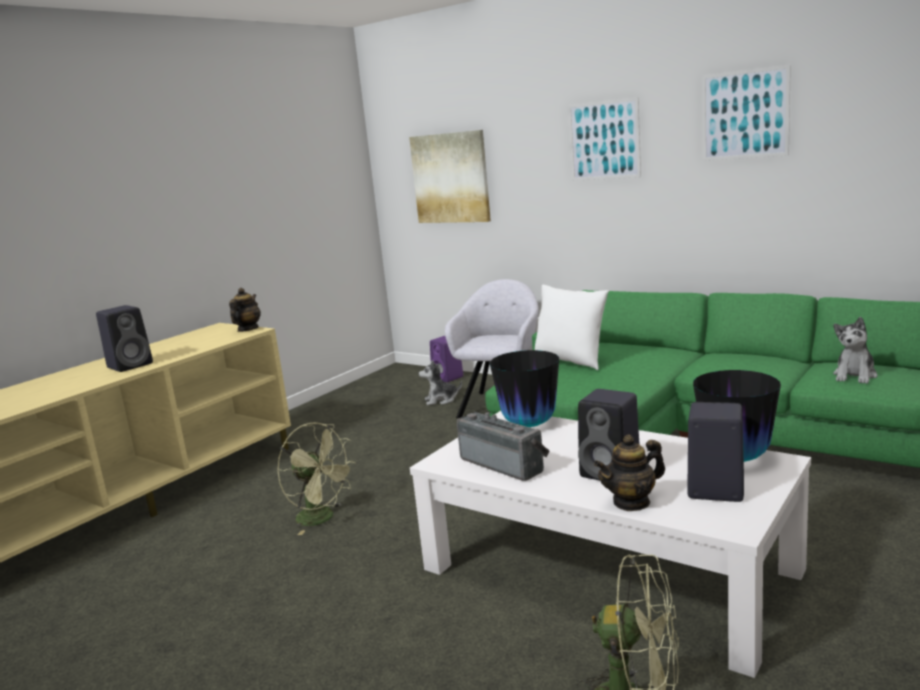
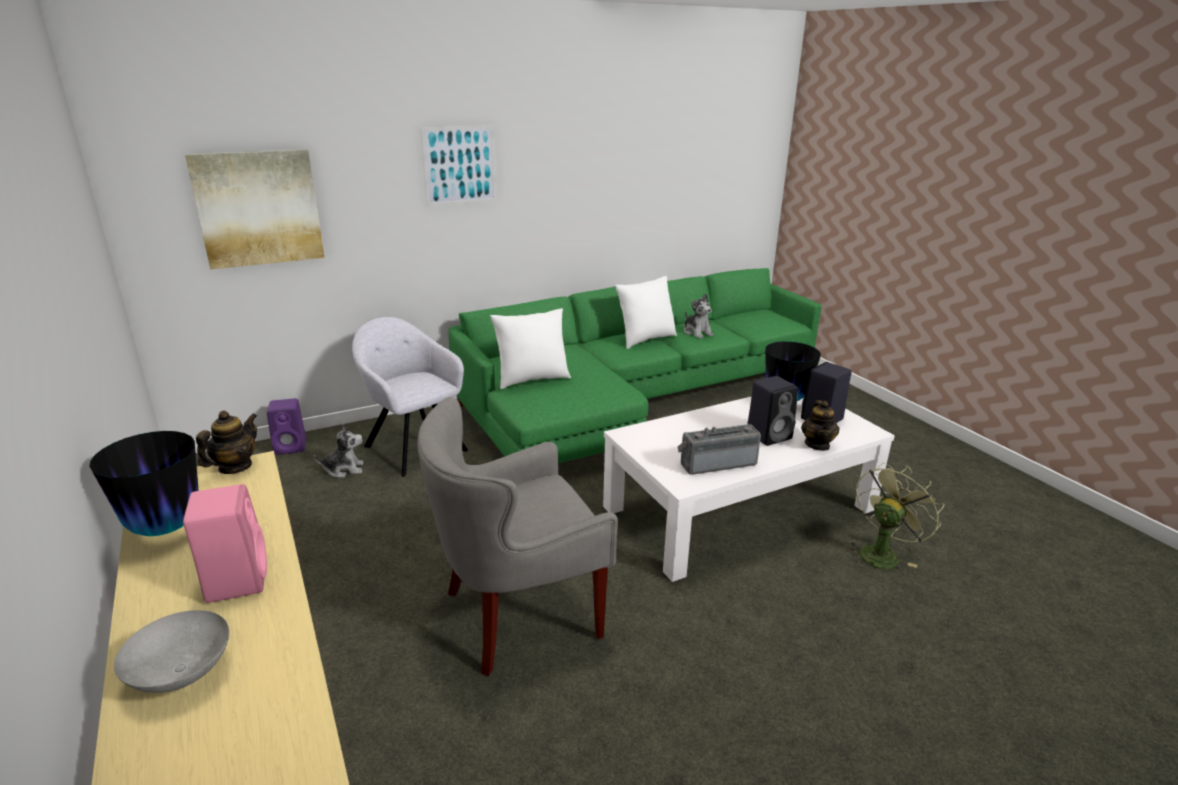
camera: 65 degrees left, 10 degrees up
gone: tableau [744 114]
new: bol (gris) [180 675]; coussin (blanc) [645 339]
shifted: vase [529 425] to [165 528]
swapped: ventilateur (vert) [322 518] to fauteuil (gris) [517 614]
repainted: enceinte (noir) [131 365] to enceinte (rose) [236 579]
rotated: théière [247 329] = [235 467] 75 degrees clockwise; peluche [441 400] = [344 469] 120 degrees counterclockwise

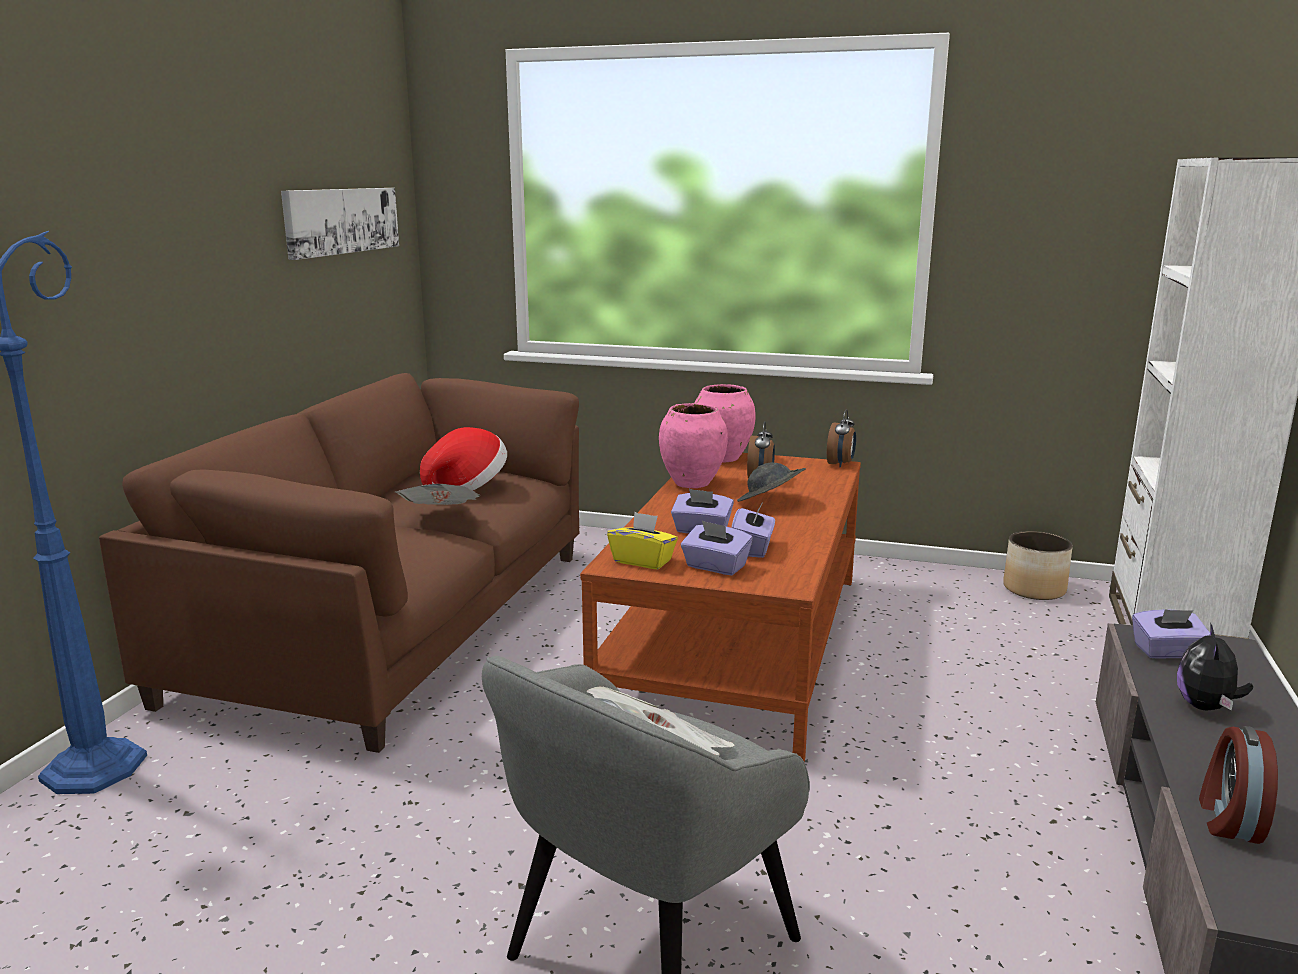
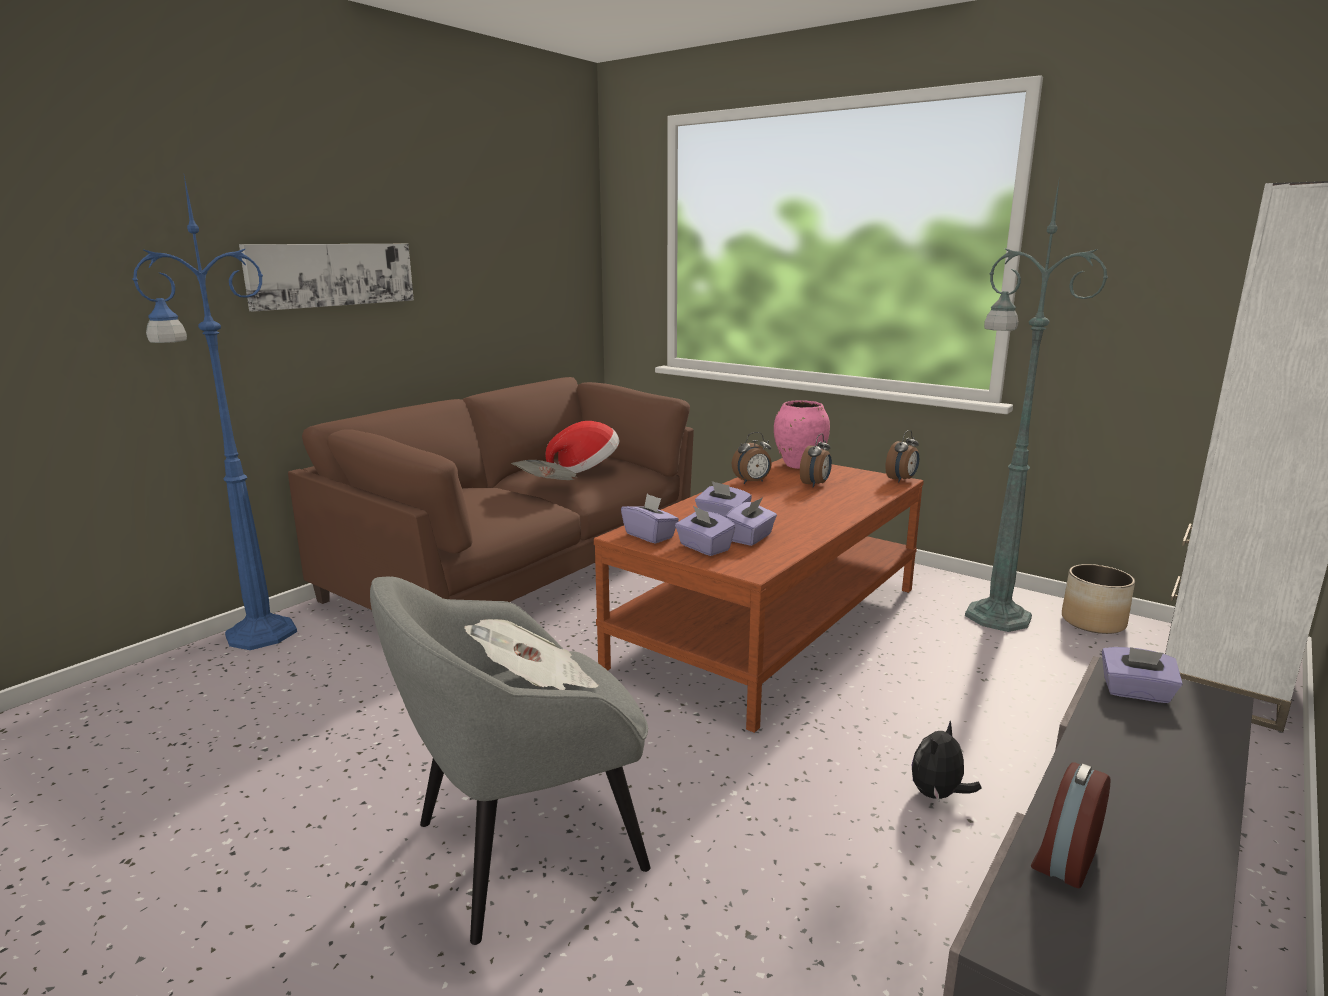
camera: 20 degrees right, 0 degrees up
gone: chapeau (gris) [770 502]
new: lampadaire (vert) [994 615]
shifted: tableau [341 221] to [332 274]; peluche [1206 707] to [938 795]
swapped: vase (rose) [692 483] to réveil [752 482]
repainted: boîte à mouchoirs (jaune) [643 561] to boîte à mouchoirs (violet) [650 535]

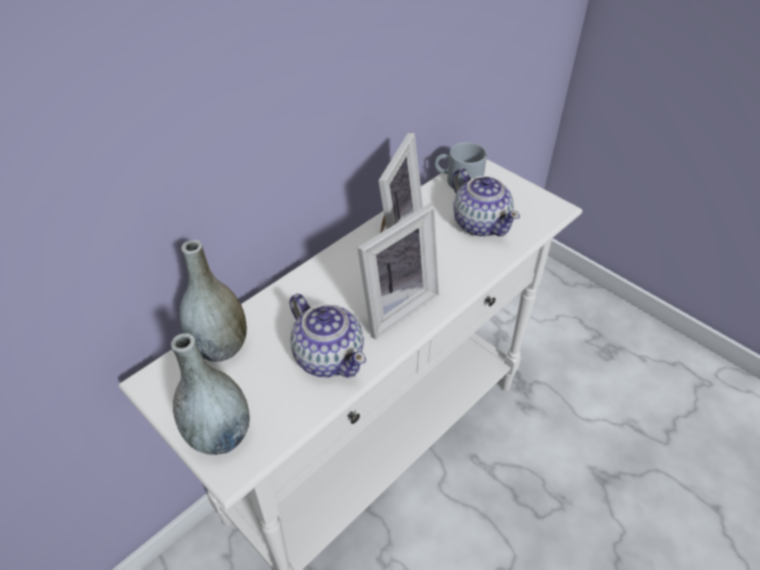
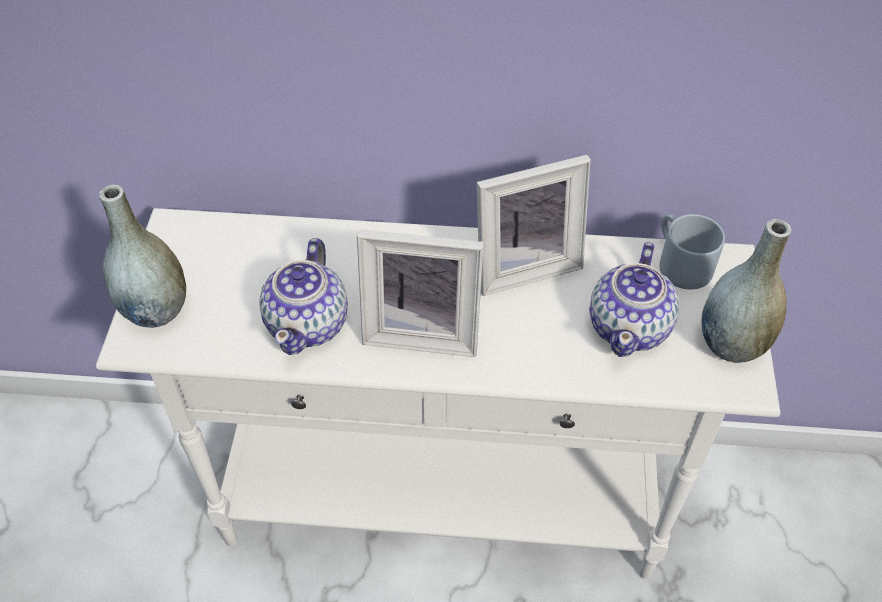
camera: 50 degrees right, 5 degrees up
shifted: vase (gris) [221 347] to [731 344]

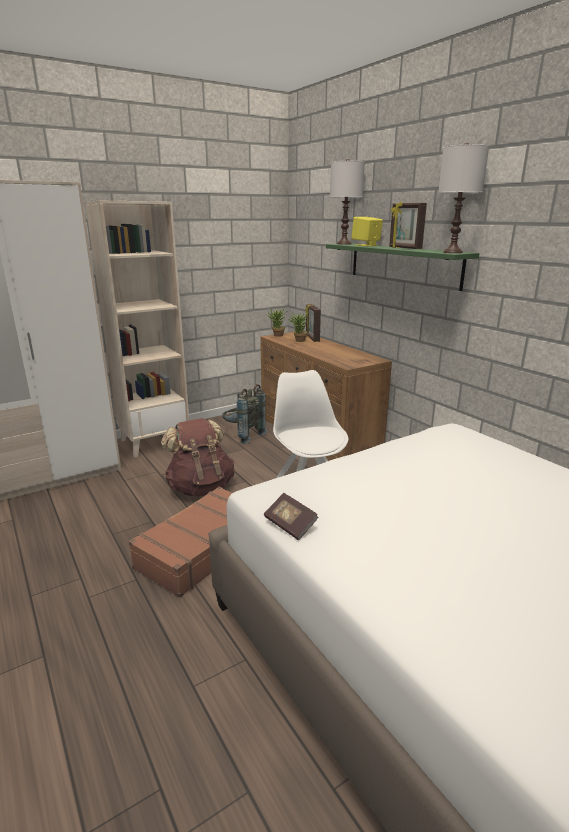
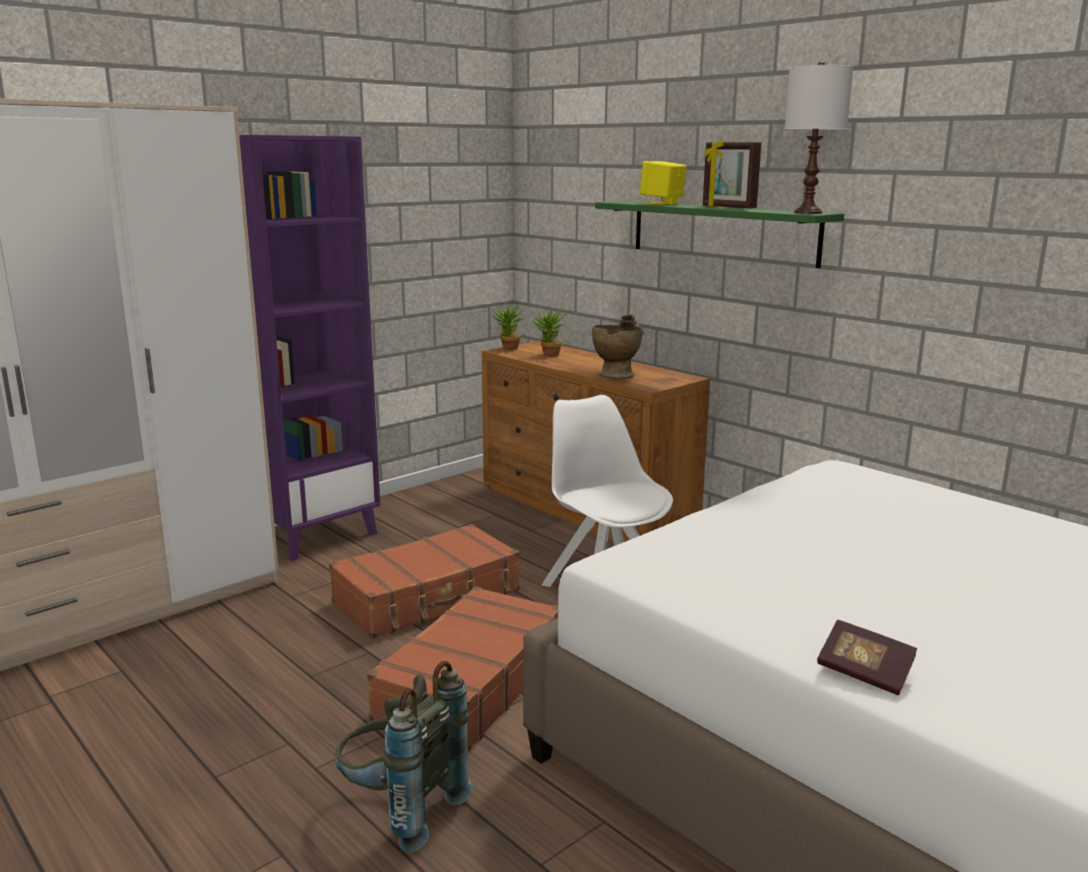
camera: 10 degrees left, 5 degrees down
gone: cadre photo [312 338]; lampe de table (blanc) [344 244]
new: vase (beige) [618 375]
shifted: sac à dos (gris) [242 435] to [400 810]; livre [290 525] to [864 673]
swapped: sac à dos (marron) [201 488] to valise (marron) [428 597]
repainted: bibliothèque (beige) [155 441] to bibliothèque (violet) [316 534]

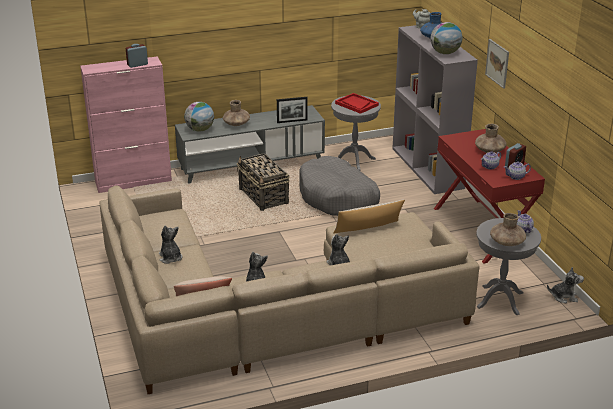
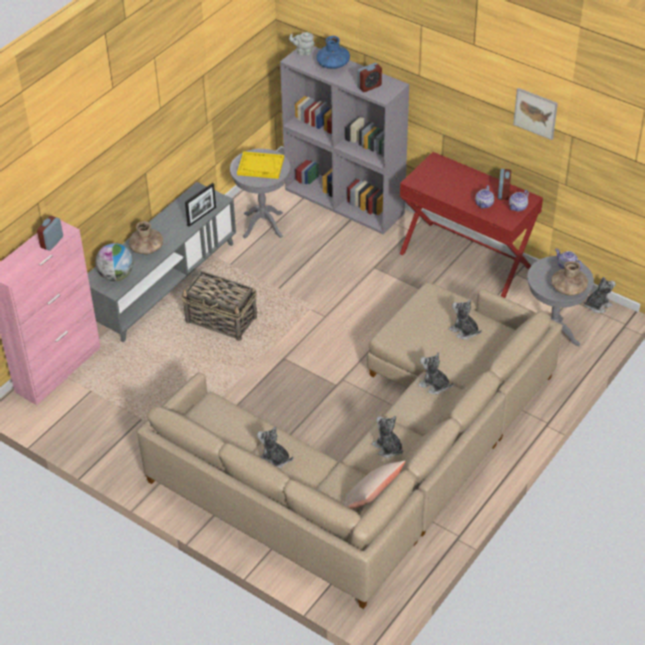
camera: 35 degrees left, 15 degrees up
gone: panier pour chien (gris) [337 197]; coussin (beige) [368 229]; vase (marron) [489 151]
new: peluche [464 331]
shifted: tableau [497 63] to [535 113]
swapped: globe [445 53] to réveil [369 86]
repainted: plateau (rouge) [356 104] to plateau (jaune) [260 166]

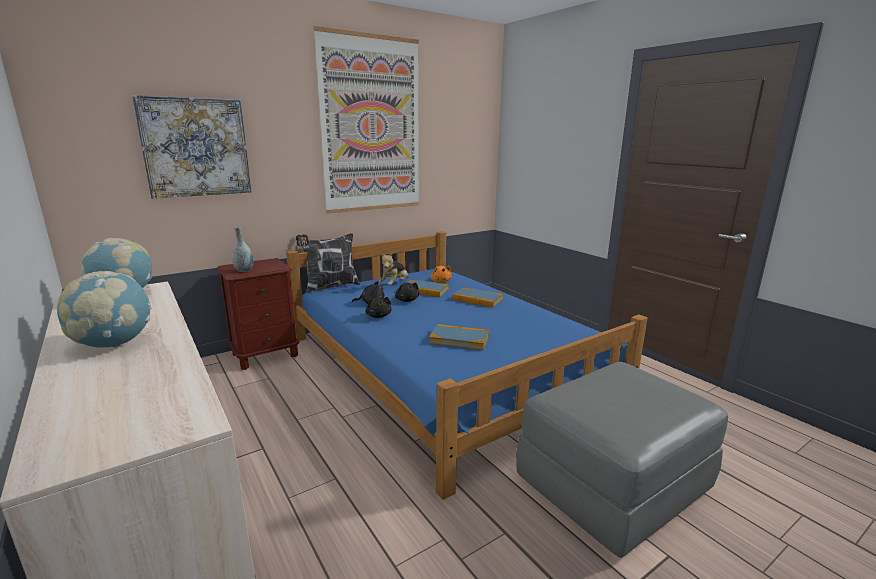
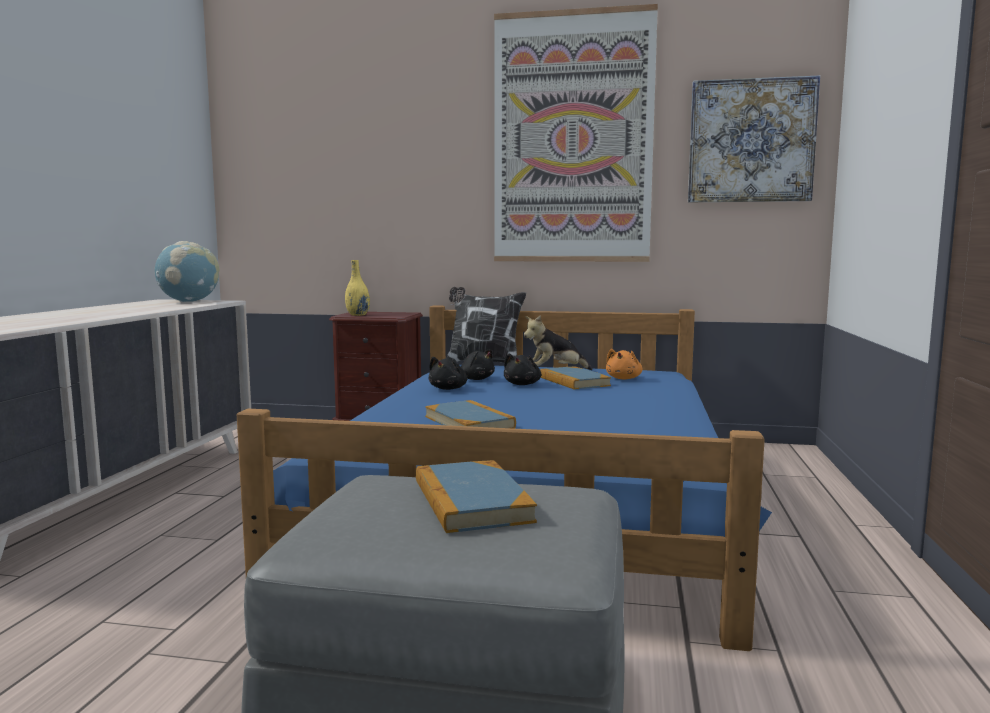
camera: 45 degrees right, 10 degrees down
gone: globe [114 344]
shifted: livre [477 299] to [471 501]; tableau [196 147] to [751 141]
repainted: vase (gris) [244 270] to vase (jaune) [357 315]

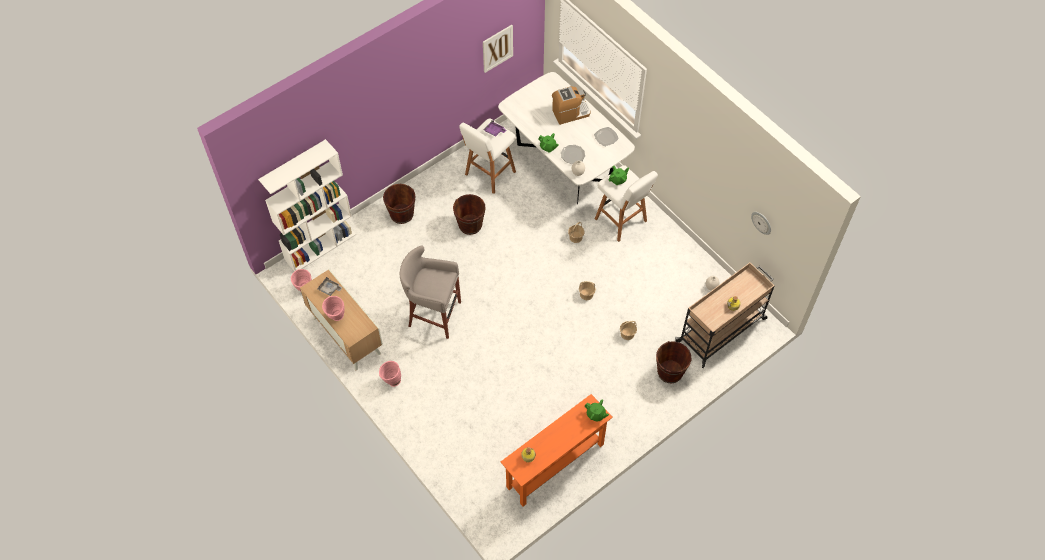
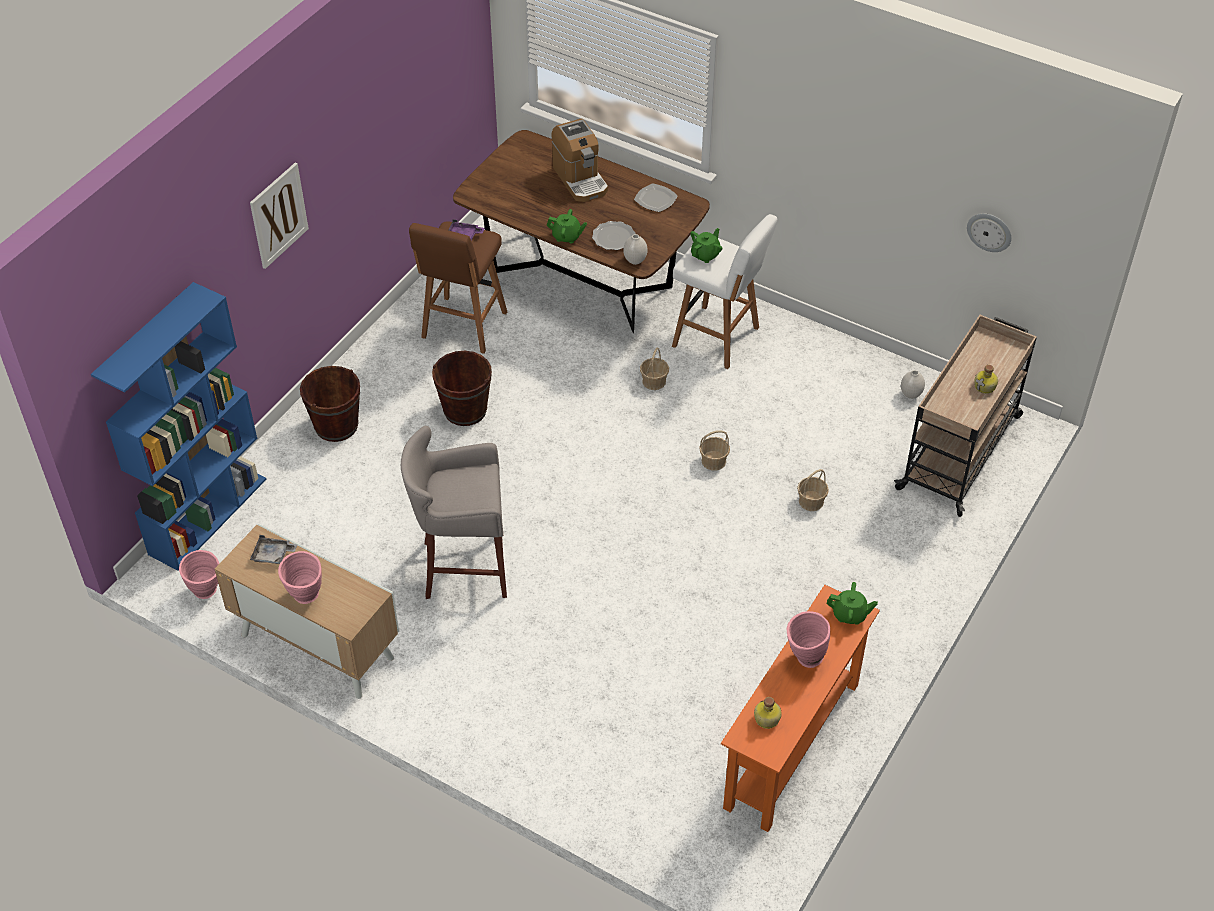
camera: 20 degrees left, 10 degrees down
gone: seau (marron) [670 372]
shifted: tableau [497 48] to [278 215]; vase (rose) [391 381] to [804 659]
repainted: bibliothèque (blanc) [320 246] to bibliothèque (bleu) [208 515]; tabouret (blanc) [489 174] to tabouret (marron) [463 327]; table à manger (blanc) [563 164] to table à manger (marron) [581 281]
rotated: machine à café [571 113] = [580 179] 105 degrees clockwise

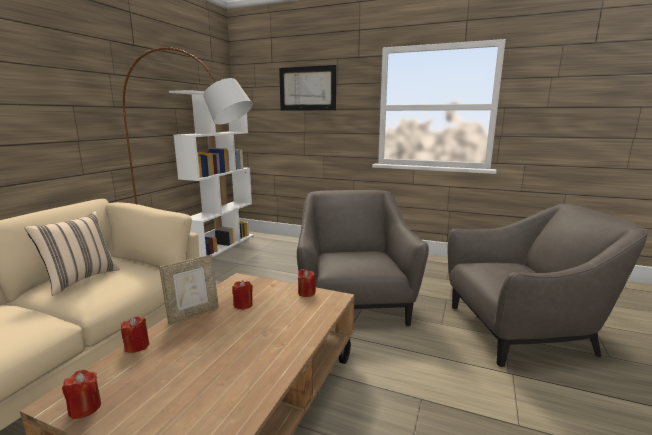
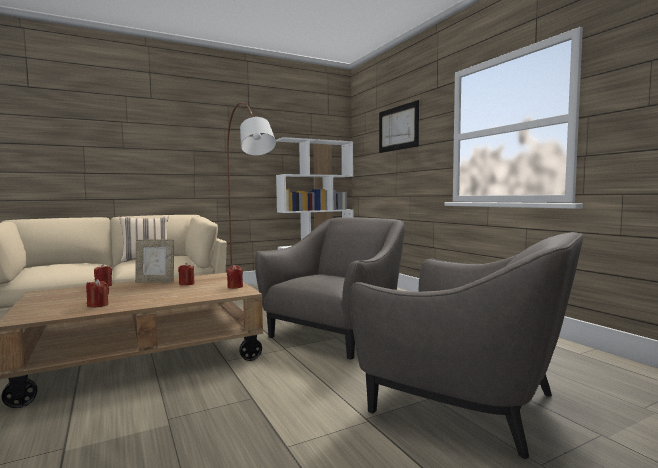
camera: 40 degrees right, 10 degrees down
shifted: bougie (rouge) [85 408] to [98 305]

